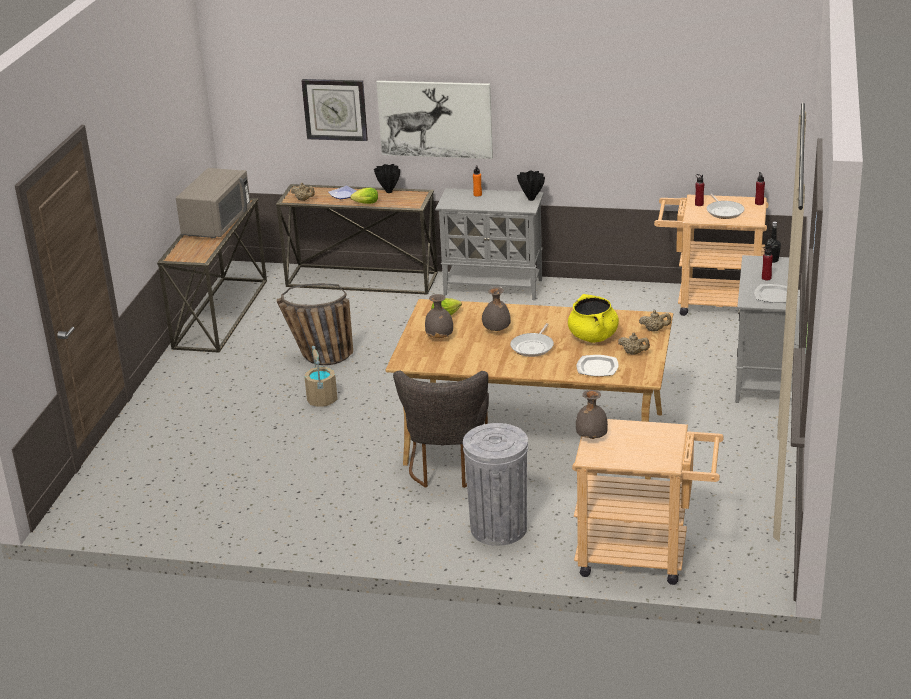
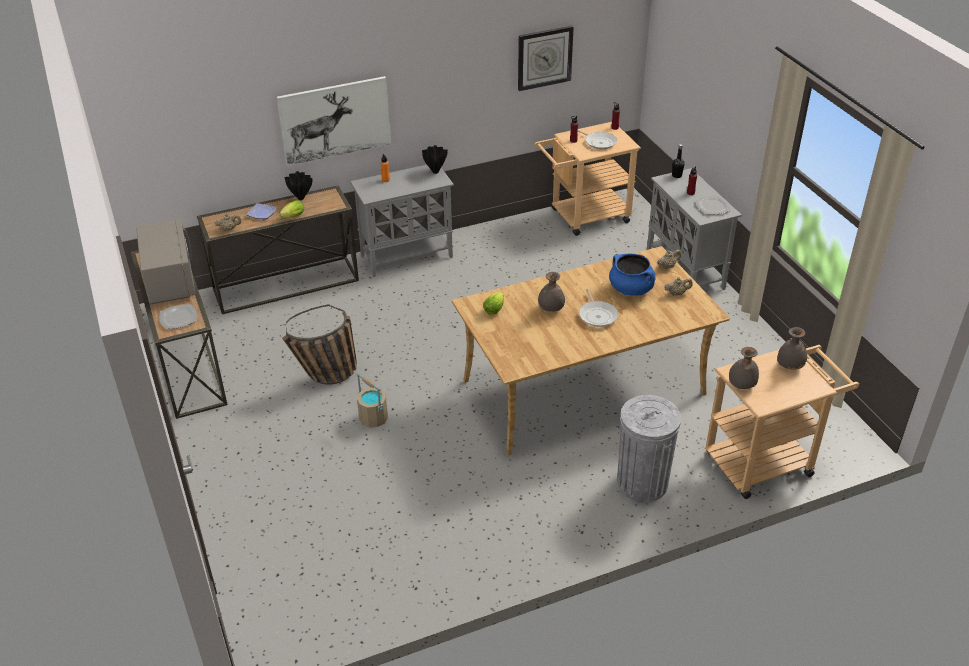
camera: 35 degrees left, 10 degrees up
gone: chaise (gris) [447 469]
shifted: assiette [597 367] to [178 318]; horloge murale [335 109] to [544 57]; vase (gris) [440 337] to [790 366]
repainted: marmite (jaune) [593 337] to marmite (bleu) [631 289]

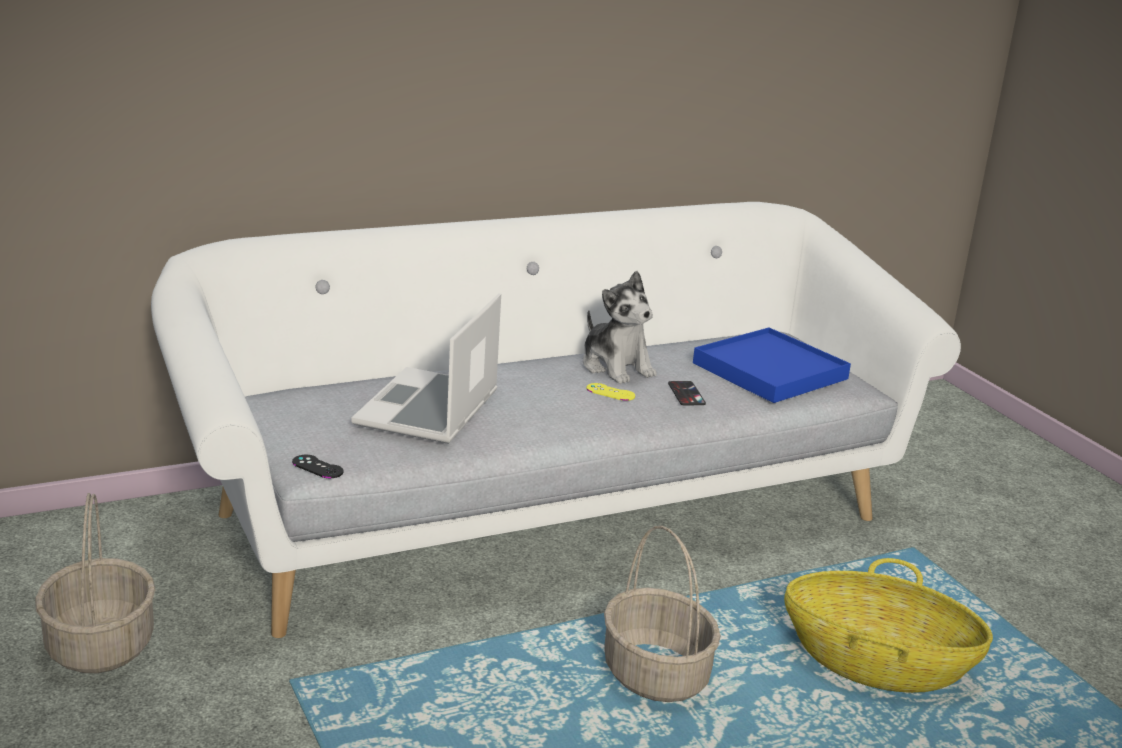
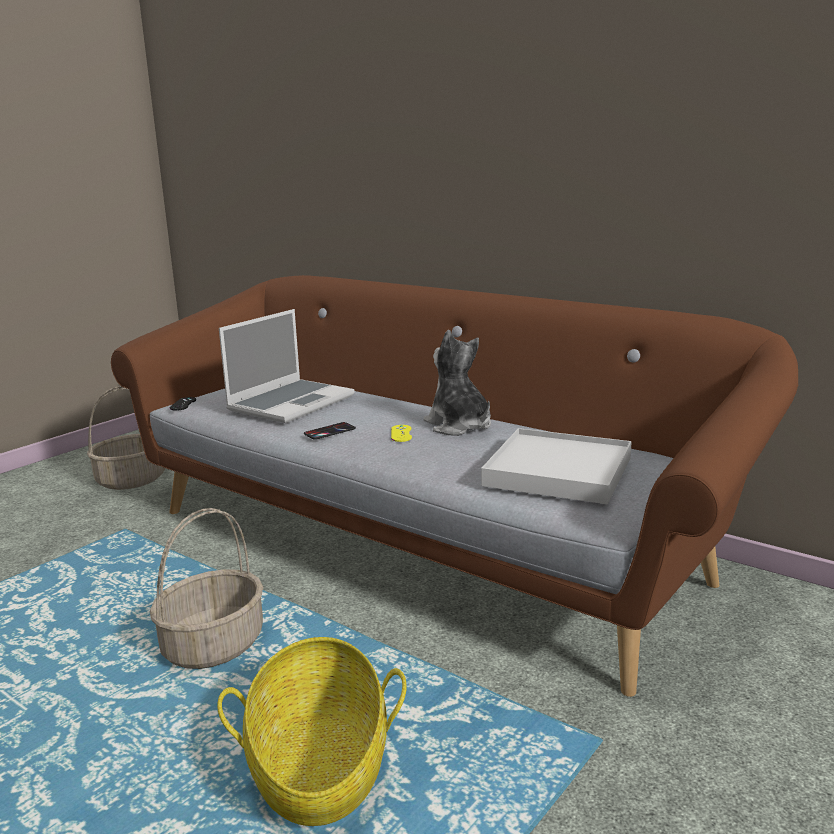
camera: 65 degrees right, 5 degrees down
shifted: téléphone [686 394] to [329 431]
repainted: canapé (blanc) [550 511] to canapé (marron) [420 540]; plateau (bleu) [770 371] to plateau (blanc) [558 472]
rotated: ordinateur portable [429 410] = [291 403] 135 degrees clockwise; peluche [616 367] = [459 426] 120 degrees clockwise

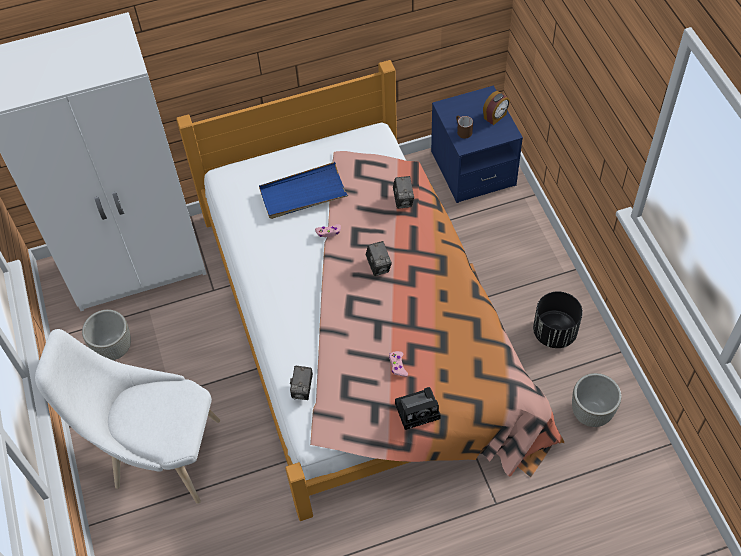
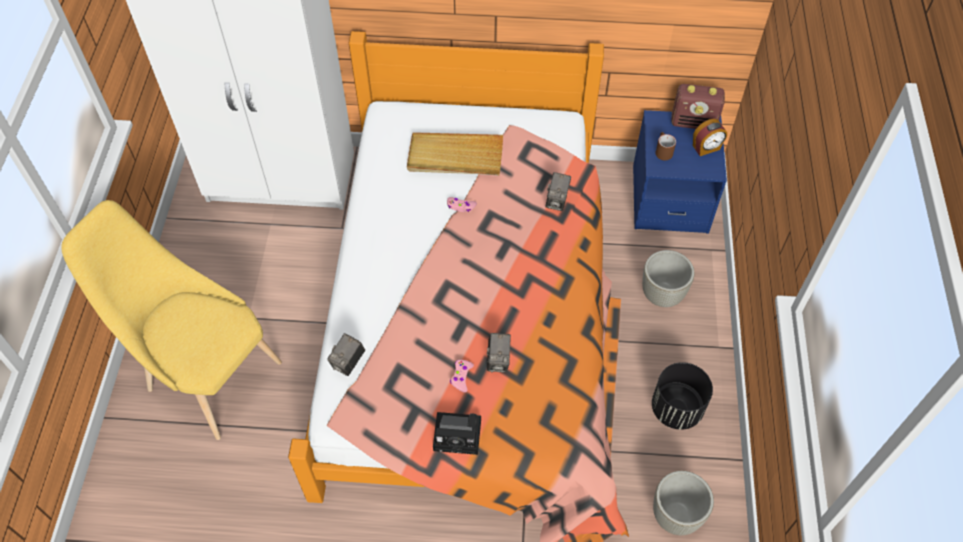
camera: 20 degrees right, 0 degrees up
new: radio [694 122]
shifted: appareil photo [378 266] to [498 360]; cache-pot (gris) [114 348] to [662 294]
repainted: chaise (blanc) [159 454] to chaise (jaune) [206 373]; plateau (bleu) [303 193] to plateau (beige) [455 157]

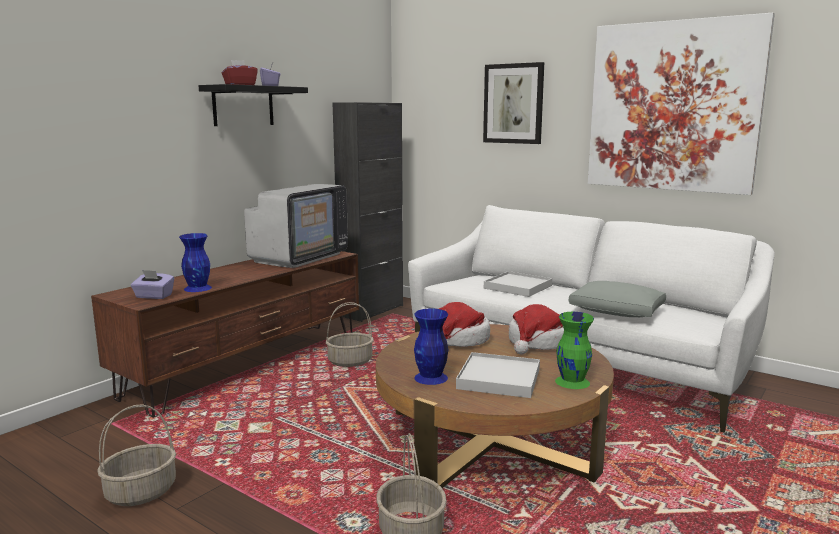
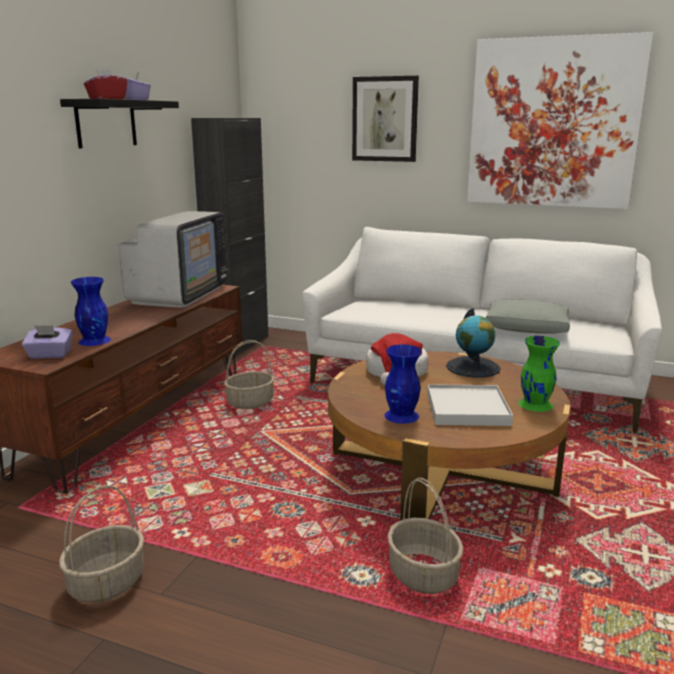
camera: 15 degrees left, 5 degrees up
gone: plateau (blanc) [518 287]
swapped: chapeau [538 343] to globe [473 367]

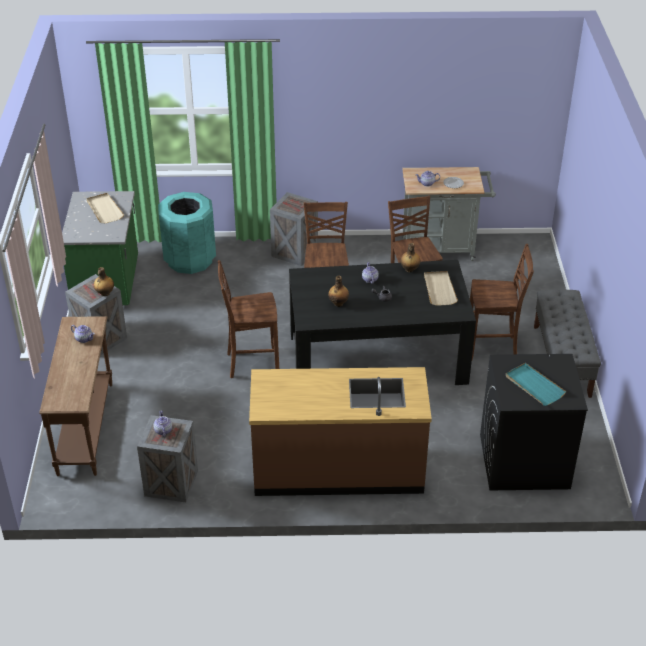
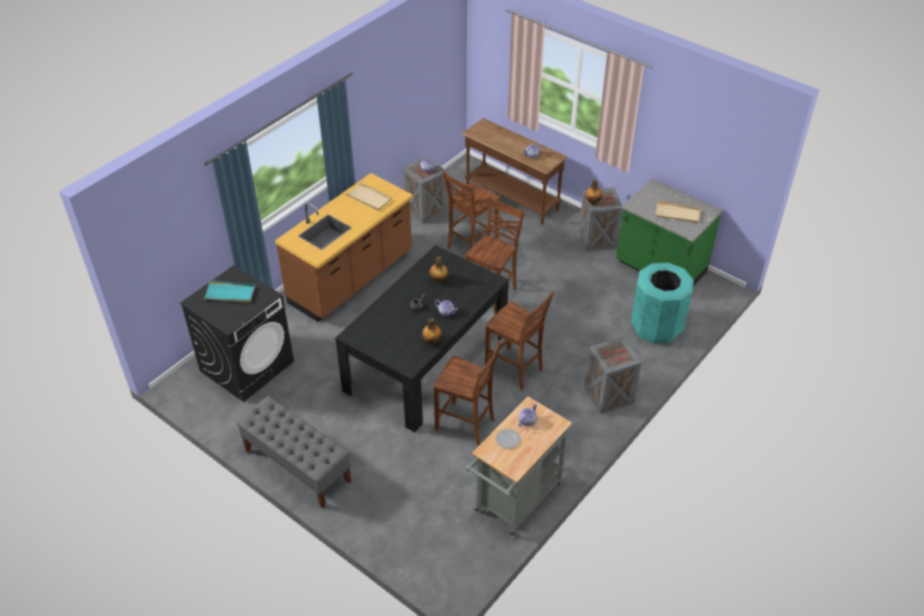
camera: 130 degrees right, 5 degrees up
shifted: plateau (beige) [439 289] to [368 198]; chaise (marron) [492 348] to [471 245]

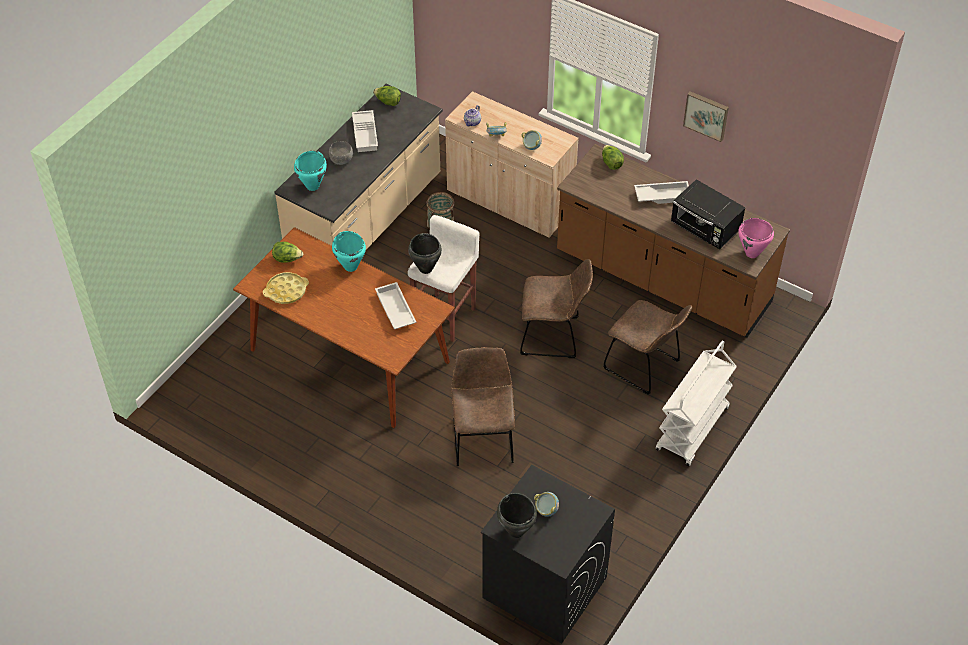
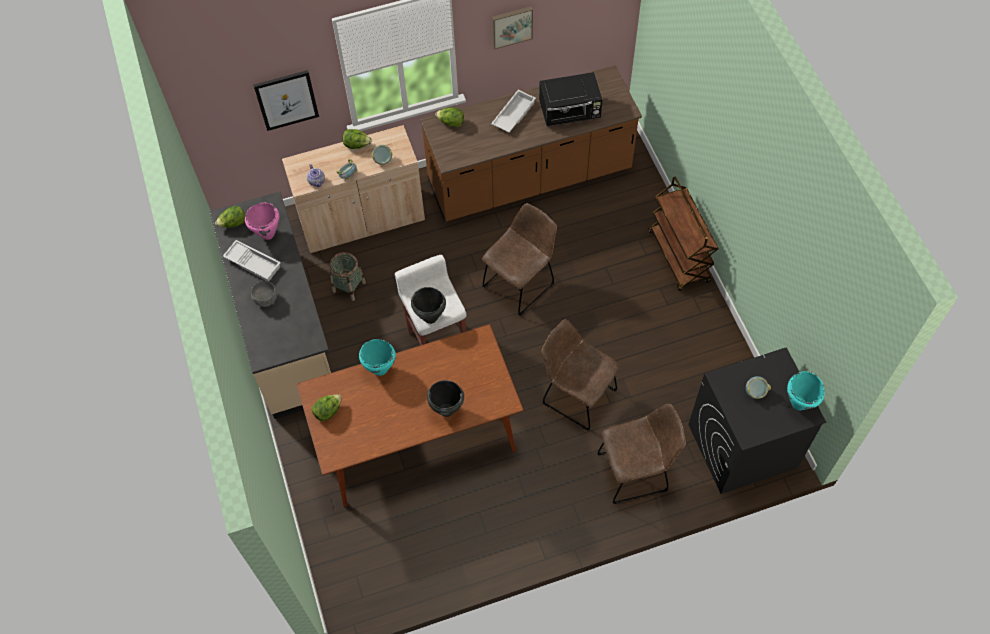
camera: 50 degrees left, 10 degrees up
gone: plateau (jaune) [286 291]; plateau (blanc) [394 310]
new: tableau [286 99]; laitue [357 145]
shifted: marmite (rose) [752 253] to [268 234]; marmite (noir) [516 531] to [446 410]; chaise (marron) [644 367] to [636 471]; marmite (turquoise) [313 186] to [799 403]
repainted: chariot (blanc) [692 430] to chariot (marron) [679 257]

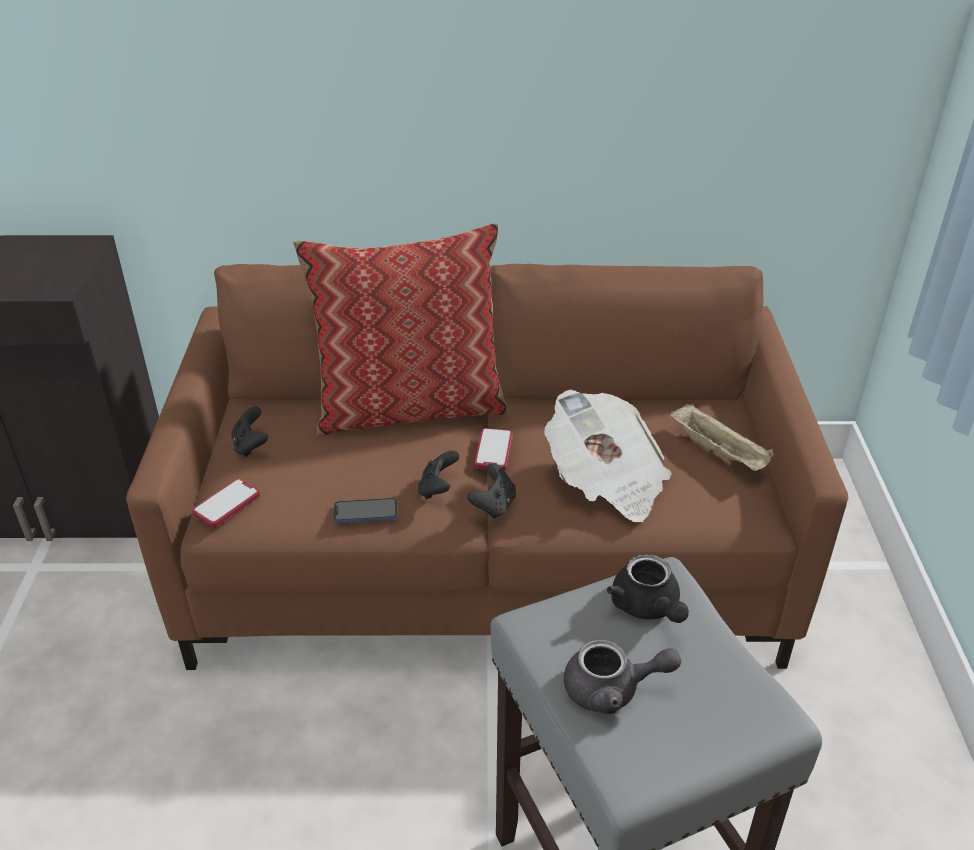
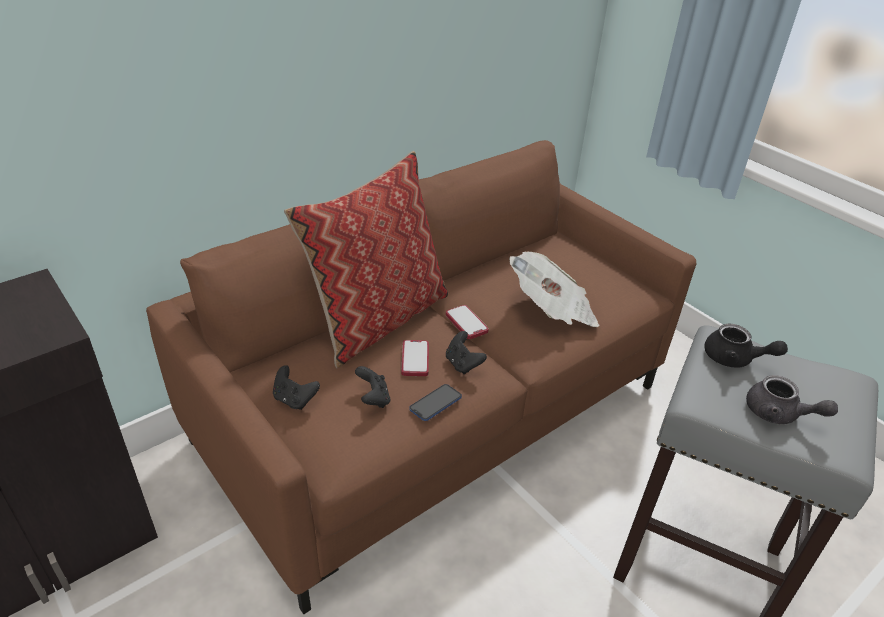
camera: 40 degrees left, 0 degrees up
gone: plateau (beige) [719 452]
shifted: manette (noir) [494 505] to [373 399]; téléphone [227 504] to [415 359]
rotated: théière (gris) [612 690] = [779 414] 75 degrees clockwise

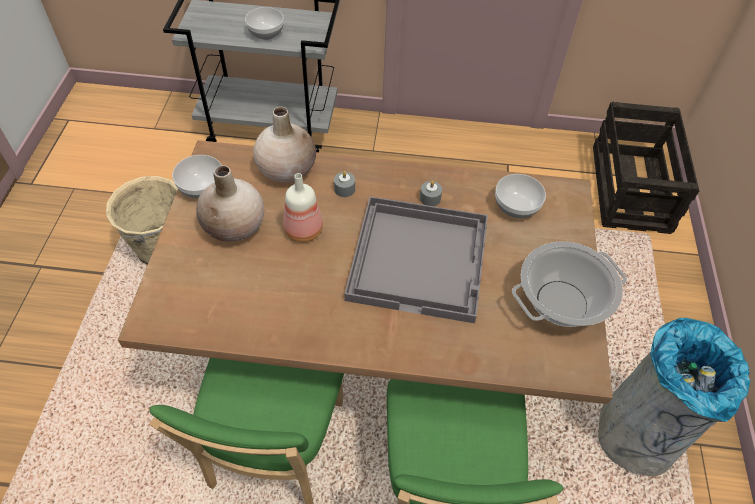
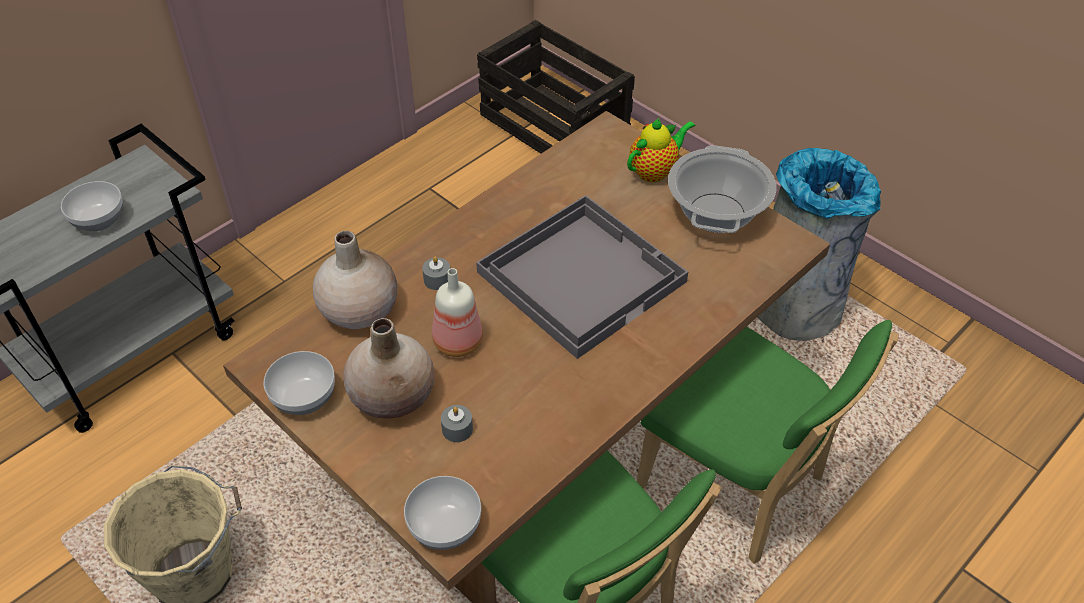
camera: 50 degrees left, 5 degrees down
new: théière [655 171]
shifted: bol [515 206] to [443 526]; bougie (gris) [430 198] to [457 429]

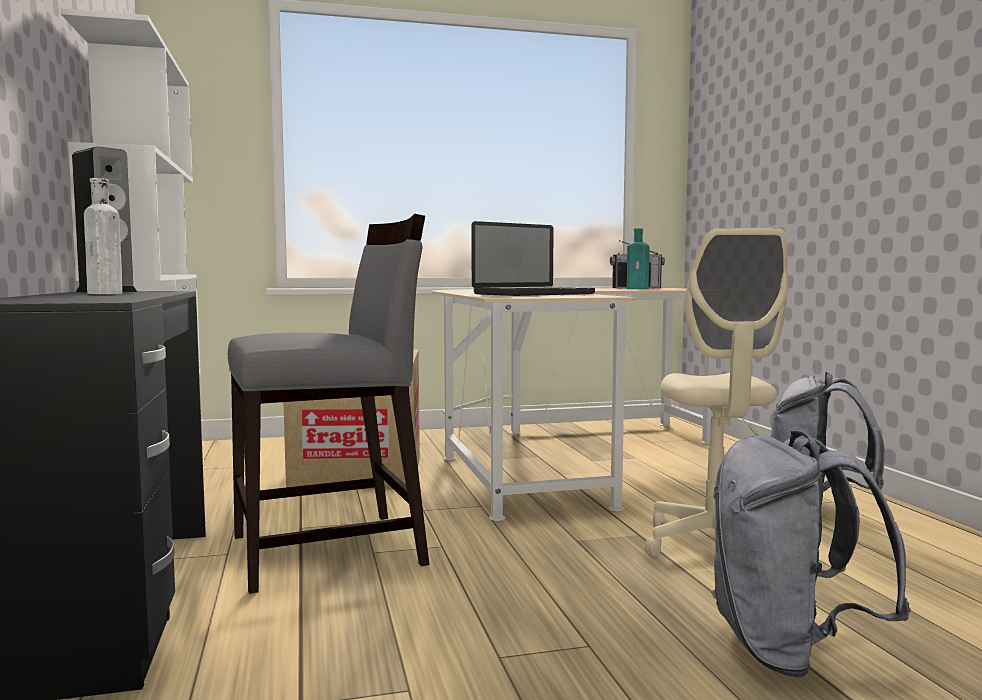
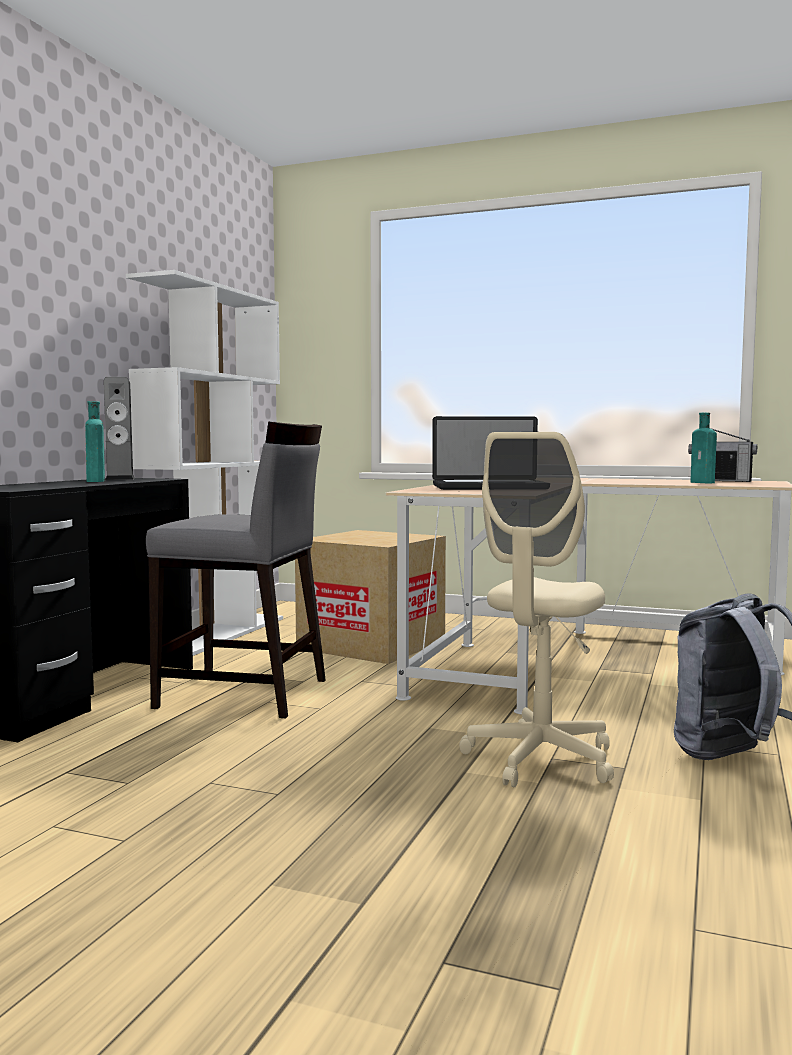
camera: 35 degrees right, 0 degrees up
gone: sac à dos (gris) [789 651]
repainted: bouteille (blanc) [106 293] to bouteille (turquoise) [96 481]

